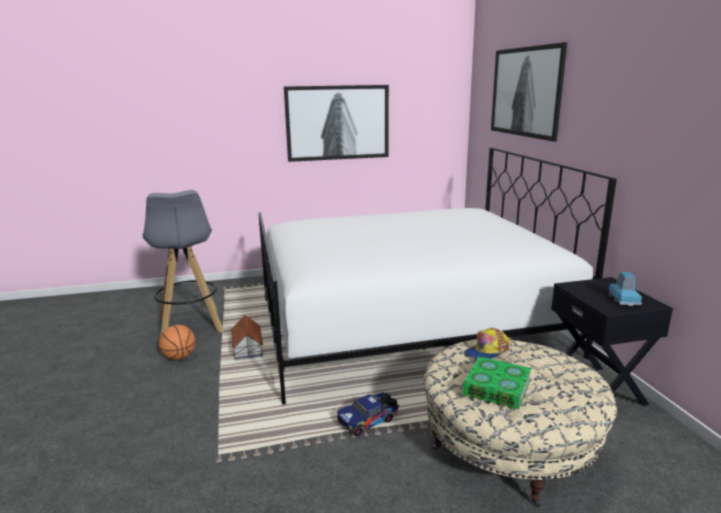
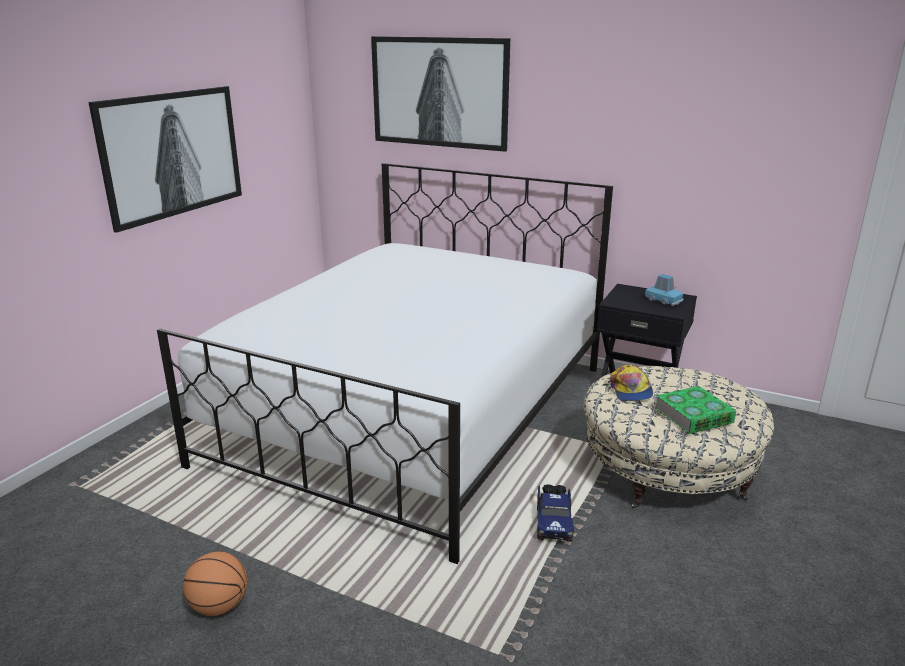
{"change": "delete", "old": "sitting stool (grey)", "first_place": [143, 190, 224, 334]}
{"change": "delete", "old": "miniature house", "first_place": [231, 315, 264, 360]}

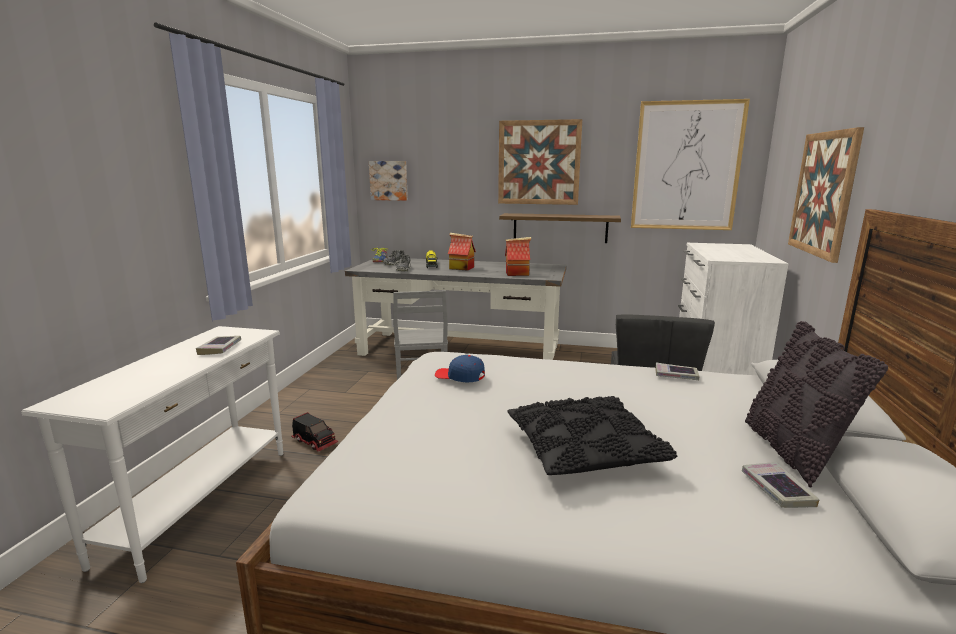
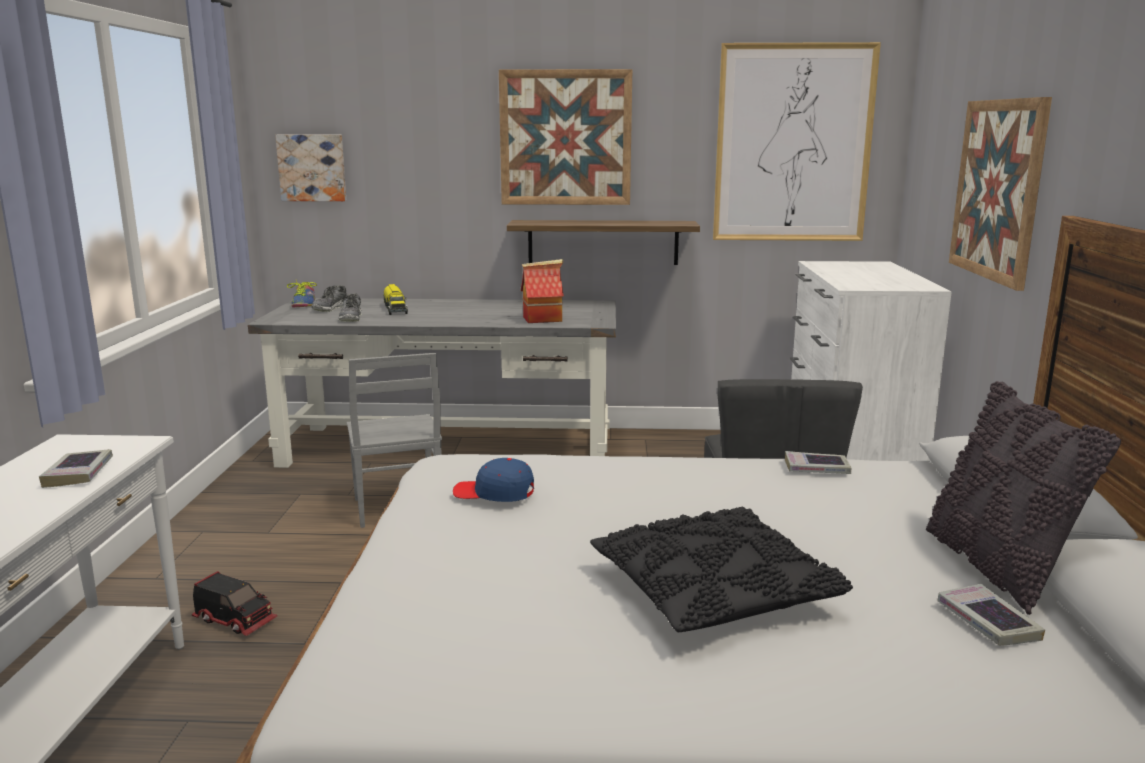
{"change": "delete", "old": "miniature house", "first_place": [448, 233, 476, 271]}

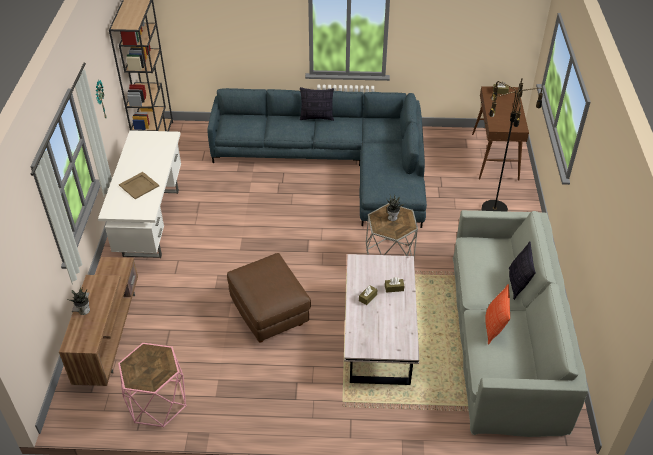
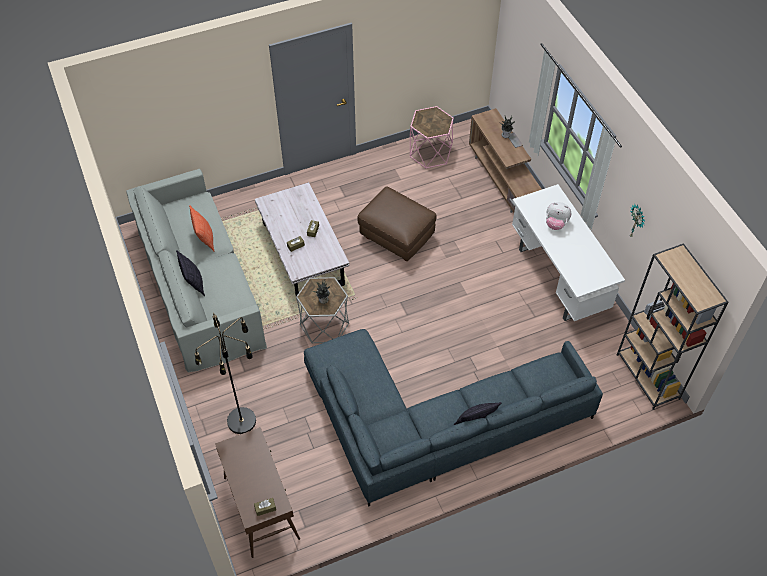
{"change": "replace", "old": "carrying tray (beige-coloured)", "new": "soft toy", "first_place": [119, 172, 159, 199], "second_place": [546, 202, 571, 230]}

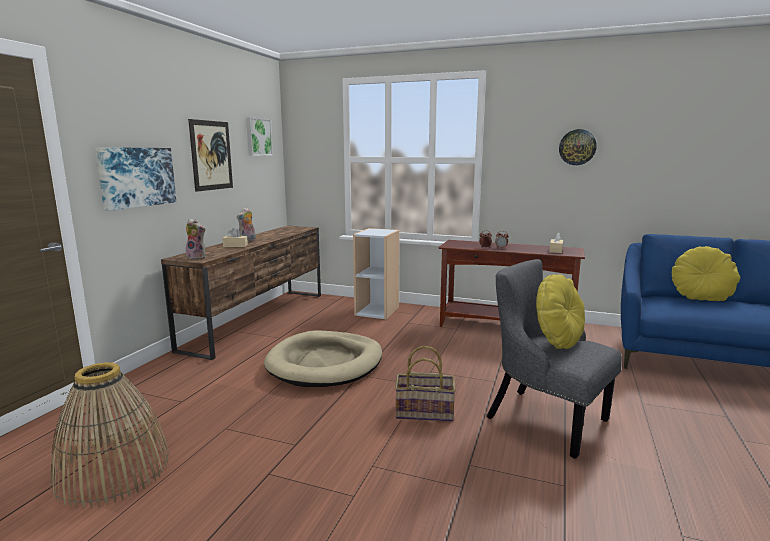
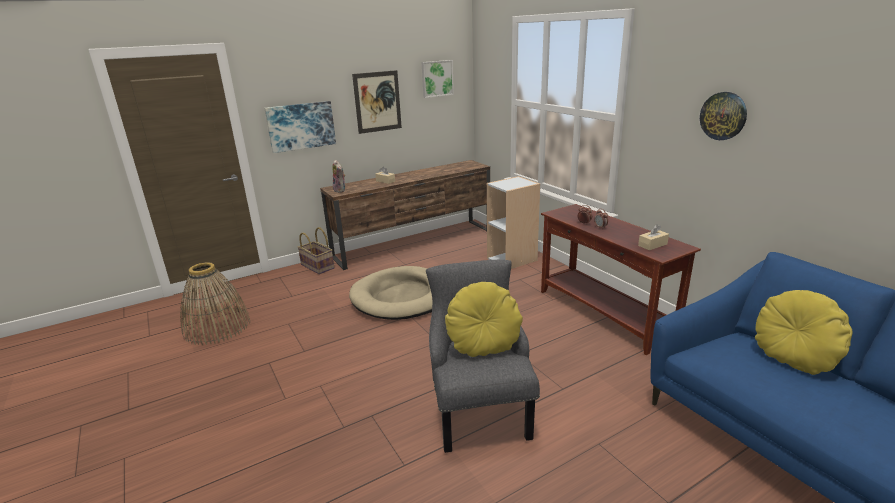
{"change": "delete", "old": "soft toy", "first_place": [237, 207, 256, 242]}
{"change": "move", "old": "storage basket", "first_place": [395, 346, 456, 422], "second_place": [297, 227, 334, 274]}

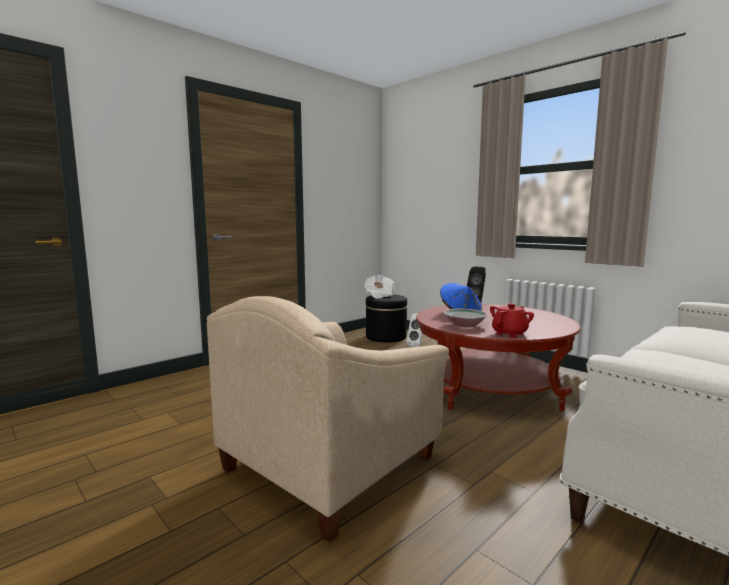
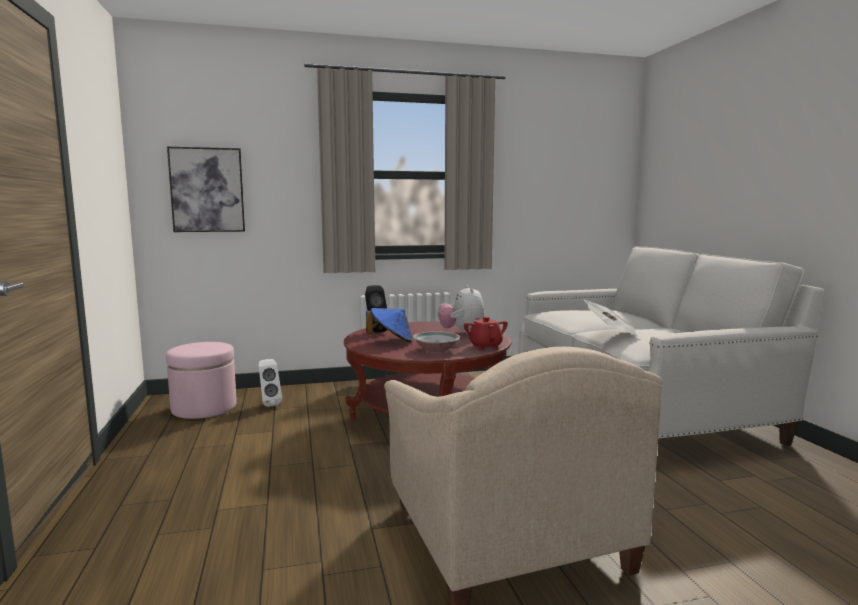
{"change": "move", "old": "daily paper", "first_place": [364, 275, 395, 298], "second_place": [584, 300, 639, 337]}
{"change": "recolor", "old": "pouffe (black)", "new": "pouffe (pink-coloured)", "first_place": [366, 294, 407, 343], "second_place": [166, 342, 237, 419]}
{"change": "insert", "new": "wall art", "second_place": [167, 147, 245, 232]}
{"change": "insert", "new": "soft toy", "second_place": [438, 285, 485, 334]}

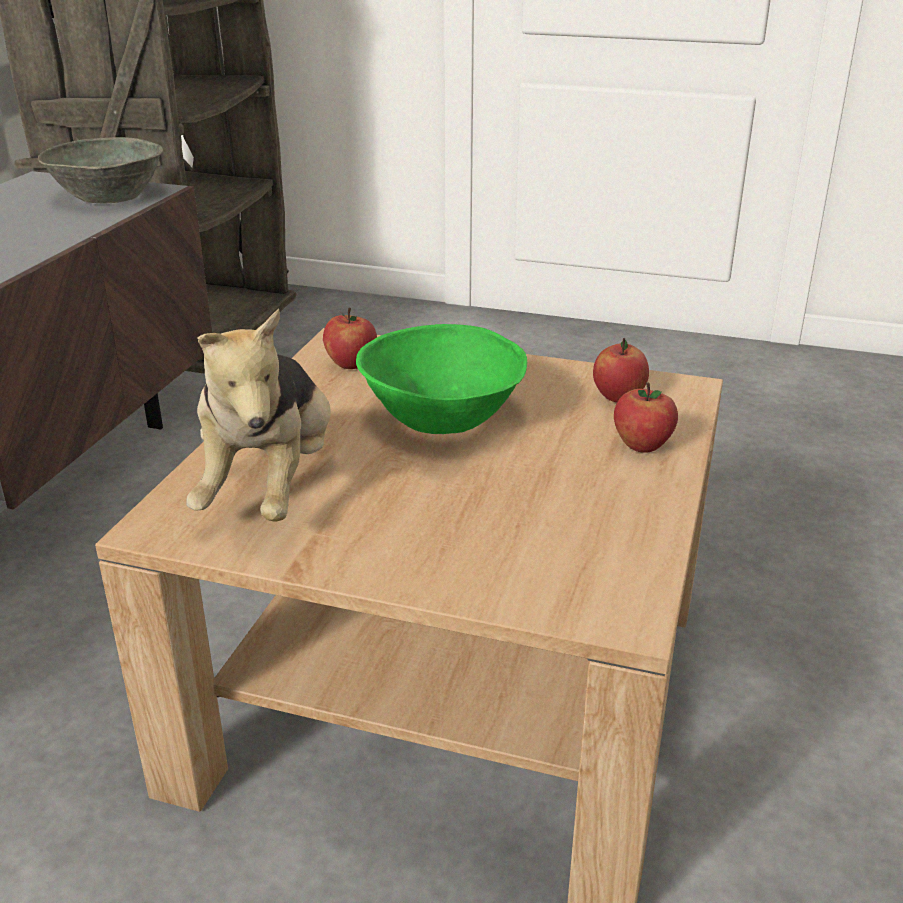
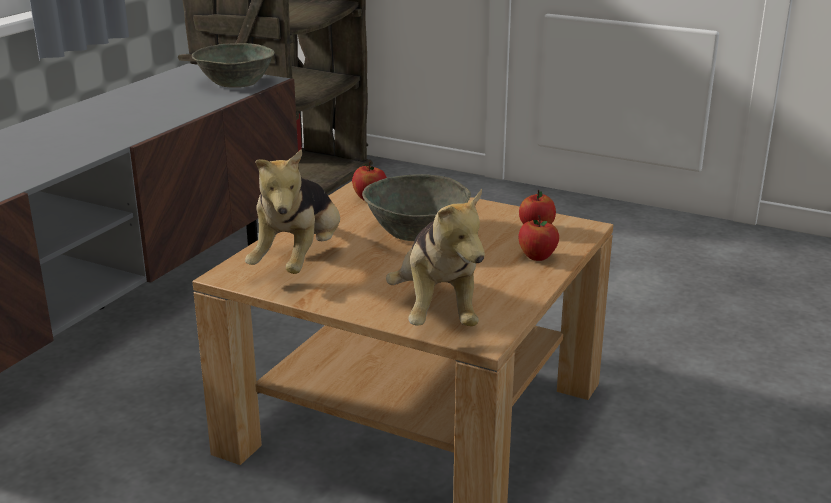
{"change": "recolor", "old": "deep dish (greenish)", "new": "deep dish (grey)", "first_place": [356, 324, 527, 434], "second_place": [362, 174, 471, 241]}
{"change": "insert", "new": "soft toy", "second_place": [386, 189, 485, 326]}

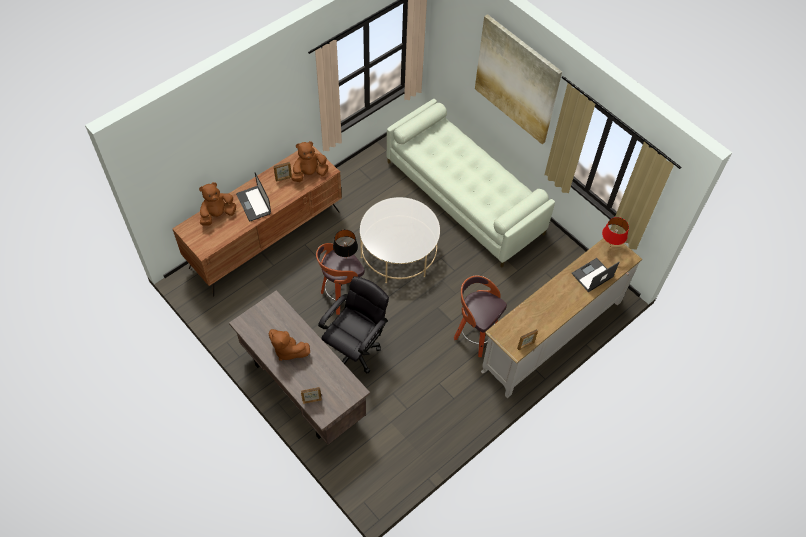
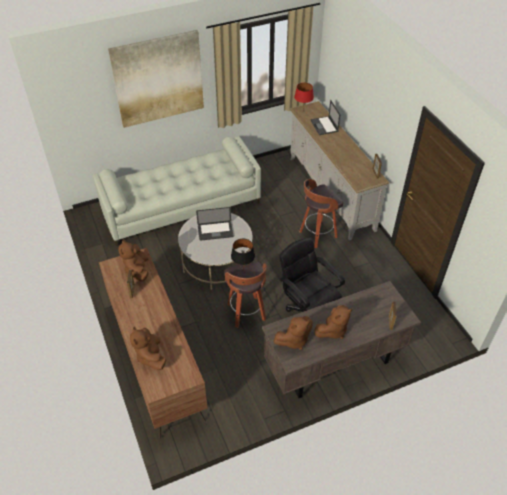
{"change": "move", "old": "notebook computer", "first_place": [236, 173, 271, 221], "second_place": [196, 207, 233, 241]}
{"change": "insert", "new": "soft toy (brown-coloured)", "second_place": [274, 316, 313, 350]}

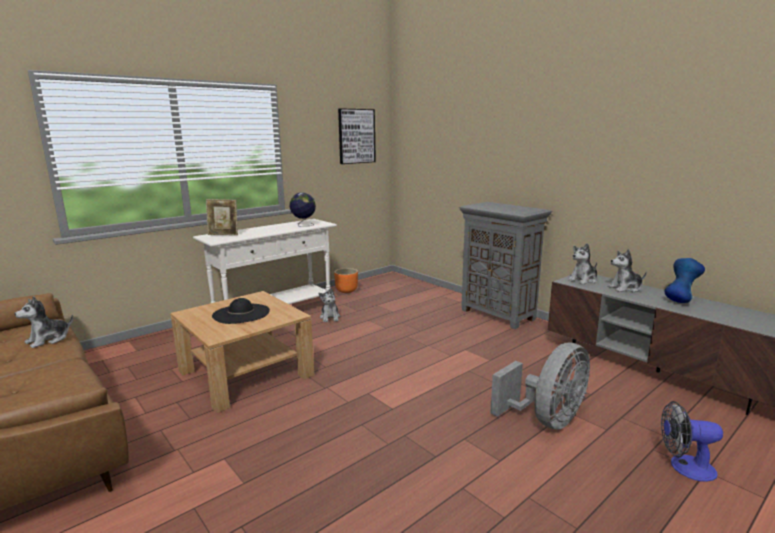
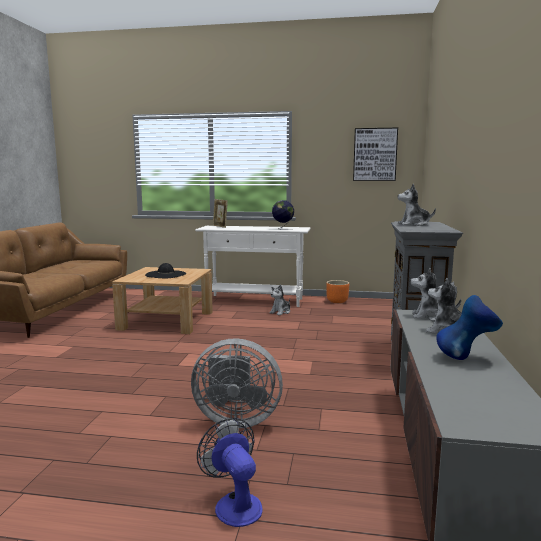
{"change": "move", "old": "soft toy", "first_place": [14, 296, 73, 348], "second_place": [398, 184, 436, 226]}

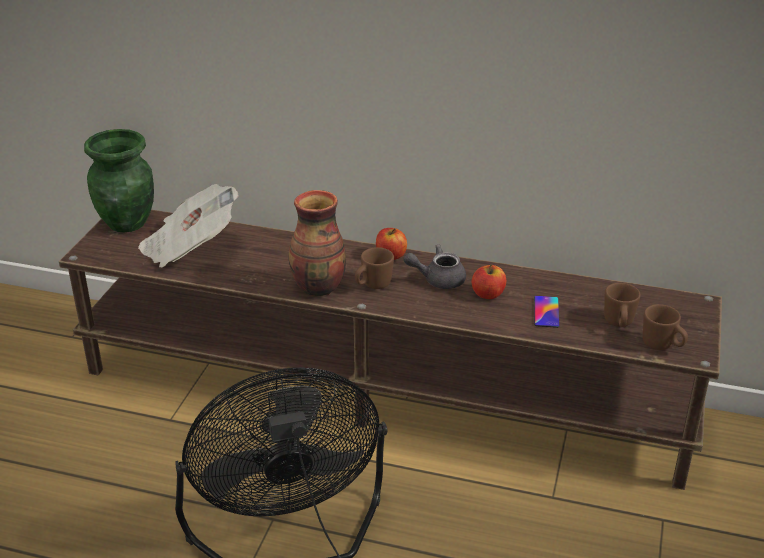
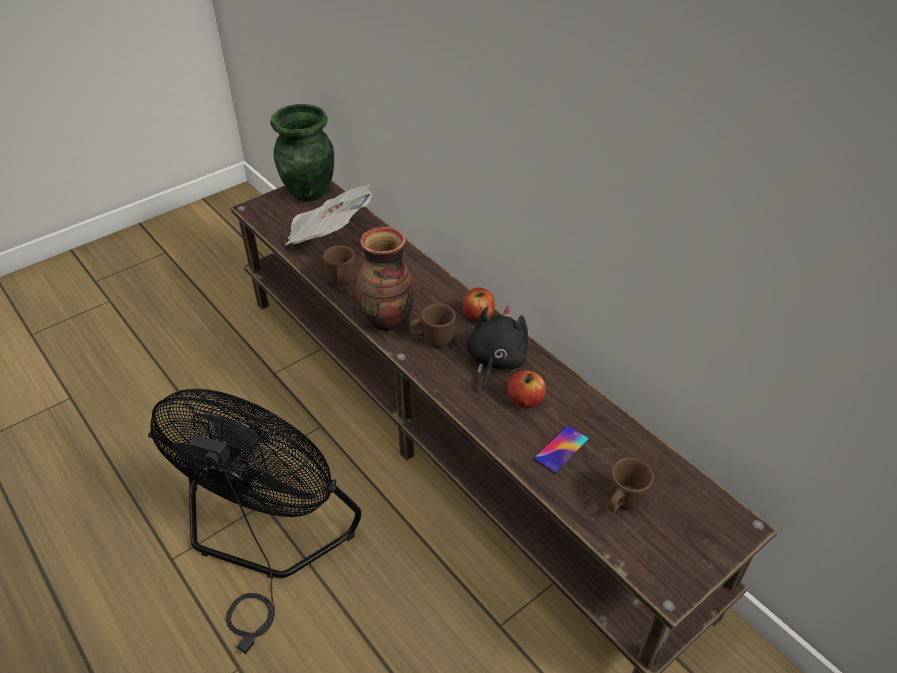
{"change": "replace", "old": "teapot (grey)", "new": "soft toy (black)", "first_place": [404, 245, 466, 289], "second_place": [466, 306, 528, 392]}
{"change": "move", "old": "mug (brown-coloured)", "first_place": [643, 304, 688, 350], "second_place": [323, 245, 355, 287]}

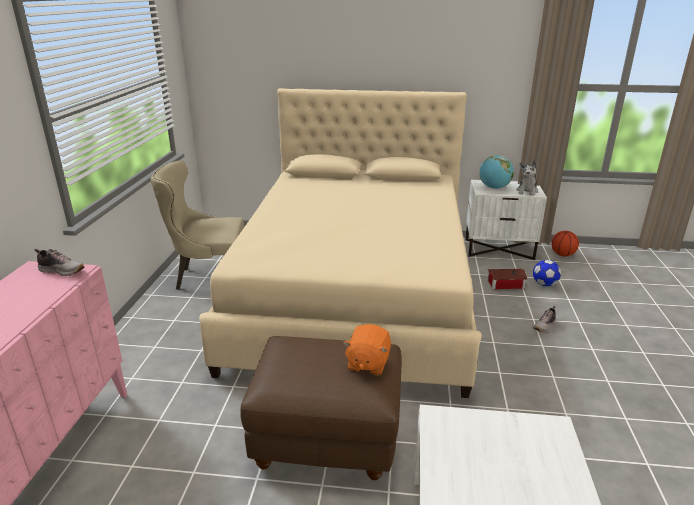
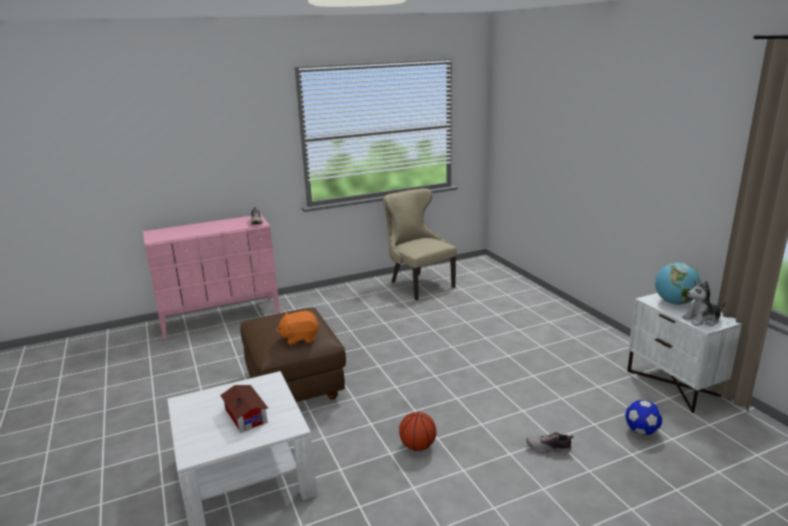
{"change": "delete", "old": "bedroom bed (beige-coloured)", "first_place": [199, 88, 482, 398]}
{"change": "move", "old": "miniature house", "first_place": [487, 269, 528, 289], "second_place": [220, 385, 268, 433]}
{"change": "move", "old": "basketball ball", "first_place": [551, 231, 579, 257], "second_place": [399, 412, 436, 451]}

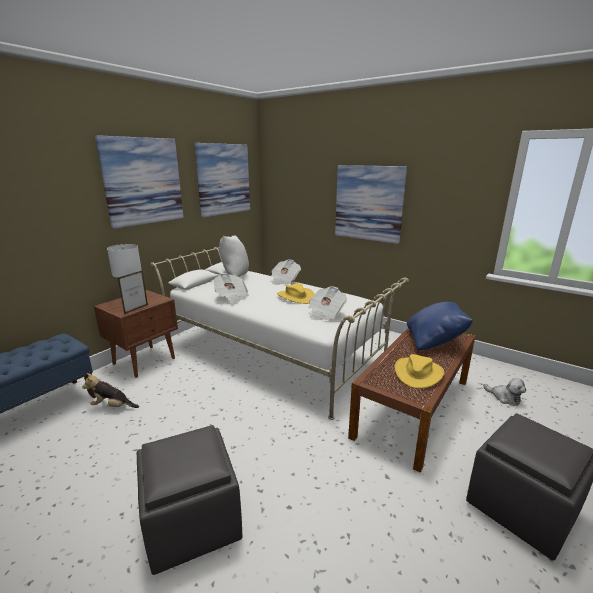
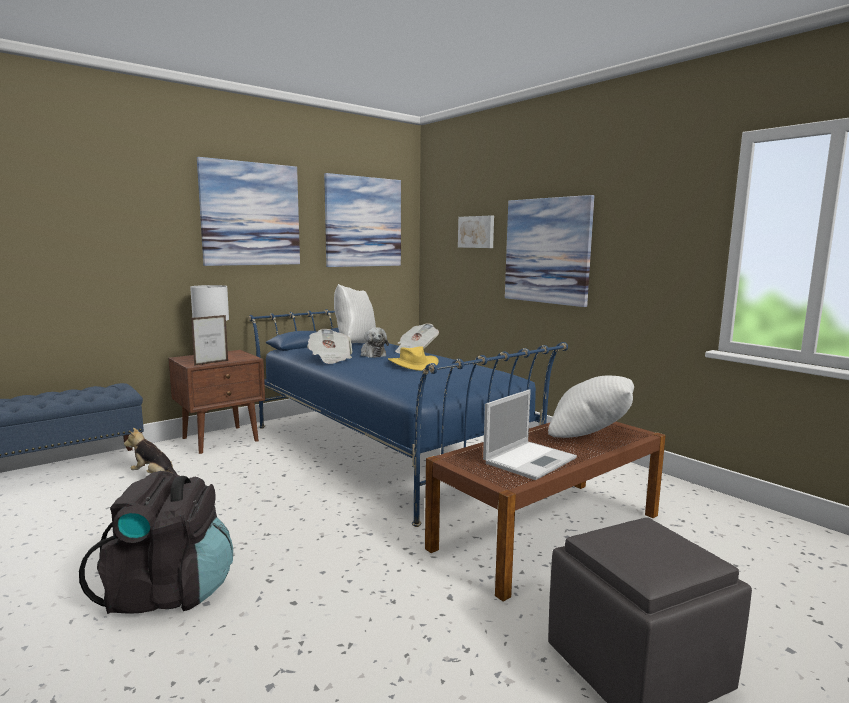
{"change": "replace", "old": "pouffe (grey)", "new": "backpack (black)", "first_place": [137, 425, 242, 575], "second_place": [79, 471, 233, 614]}
{"change": "recolor", "old": "bedroom bed (white)", "new": "bedroom bed (blue)", "first_place": [151, 247, 409, 420], "second_place": [249, 309, 568, 527]}
{"change": "delete", "old": "daily paper", "first_place": [308, 286, 347, 320]}
{"change": "replace", "old": "clothing hat (yellow-coloured)", "new": "notebook computer", "first_place": [395, 354, 444, 388], "second_place": [483, 389, 577, 480]}
{"change": "recolor", "old": "cushion (blue)", "new": "cushion (white)", "first_place": [407, 302, 473, 350], "second_place": [548, 375, 634, 438]}
{"change": "move", "old": "soft toy", "first_place": [484, 378, 526, 406], "second_place": [361, 327, 389, 358]}
{"change": "insert", "new": "wall art", "second_place": [458, 216, 494, 248]}

